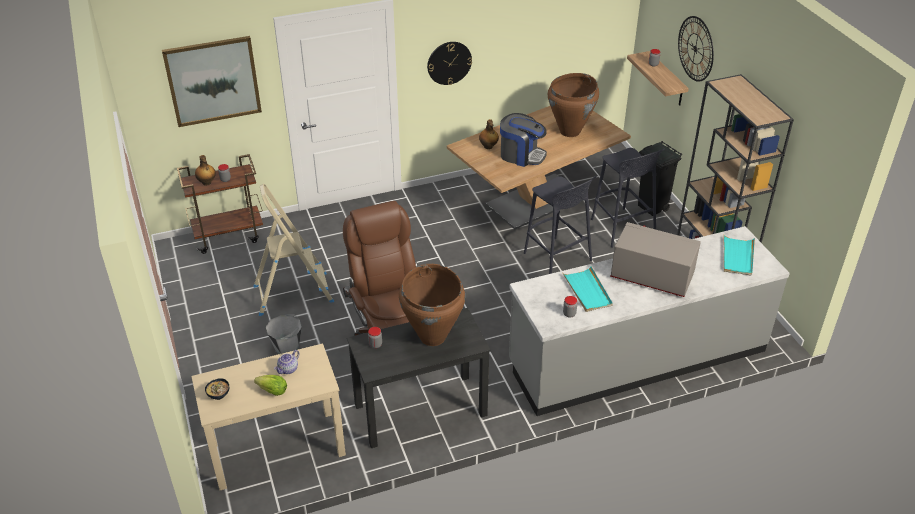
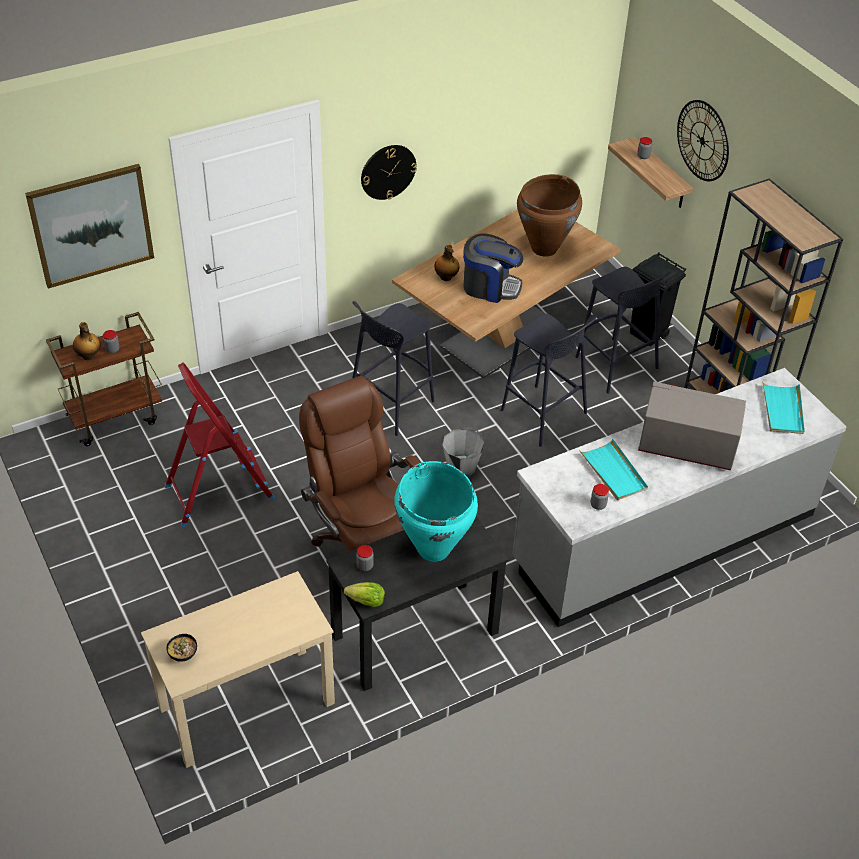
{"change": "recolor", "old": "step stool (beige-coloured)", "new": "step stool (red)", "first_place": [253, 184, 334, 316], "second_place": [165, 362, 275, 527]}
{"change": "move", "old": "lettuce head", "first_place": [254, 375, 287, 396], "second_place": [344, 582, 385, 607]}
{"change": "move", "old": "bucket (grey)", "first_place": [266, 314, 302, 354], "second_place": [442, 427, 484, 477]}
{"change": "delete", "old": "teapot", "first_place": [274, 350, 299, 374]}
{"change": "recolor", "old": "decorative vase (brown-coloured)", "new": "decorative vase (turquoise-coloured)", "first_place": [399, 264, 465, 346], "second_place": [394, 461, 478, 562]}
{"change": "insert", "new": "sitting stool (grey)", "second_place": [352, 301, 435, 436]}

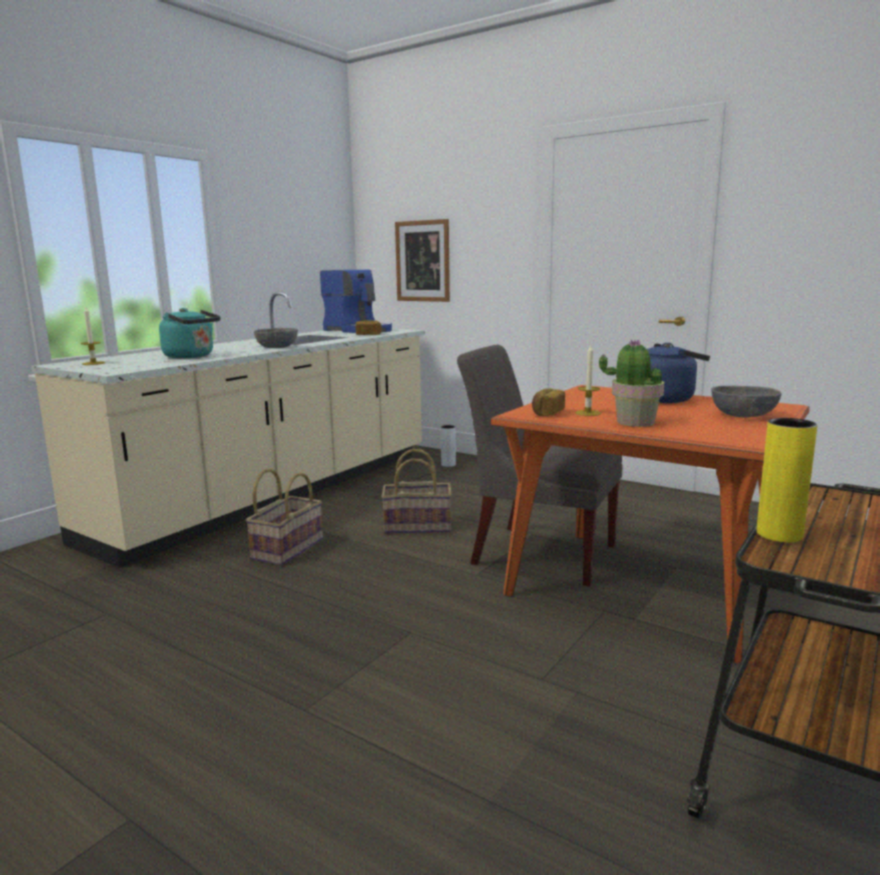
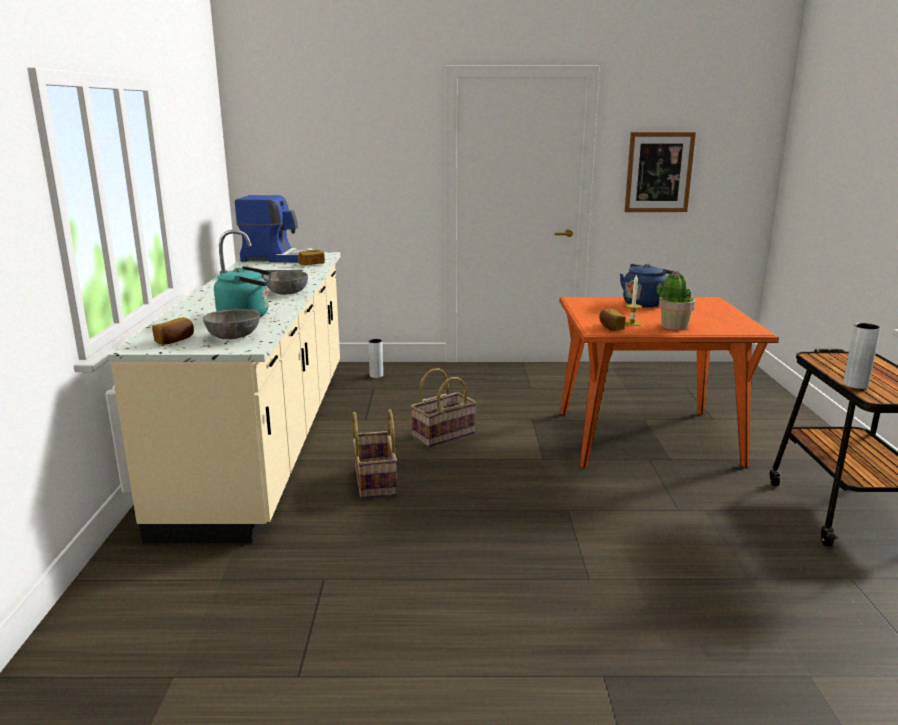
{"change": "replace", "old": "wax light", "new": "bread", "first_place": [81, 307, 105, 365], "second_place": [152, 317, 194, 345]}
{"change": "move", "old": "wall art", "first_place": [395, 219, 450, 302], "second_place": [625, 132, 696, 212]}
{"change": "delete", "old": "plain chair (grey)", "first_place": [457, 345, 623, 587]}
{"change": "move", "old": "deep dish (grey)", "first_place": [712, 386, 782, 417], "second_place": [203, 309, 260, 340]}
{"change": "recolor", "old": "decorative vase (yellow-coloured)", "new": "decorative vase (grey)", "first_place": [757, 418, 817, 542], "second_place": [843, 323, 881, 389]}

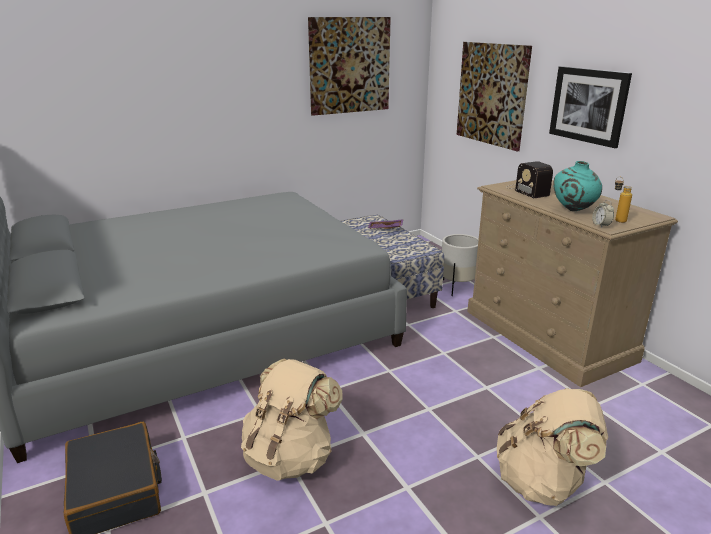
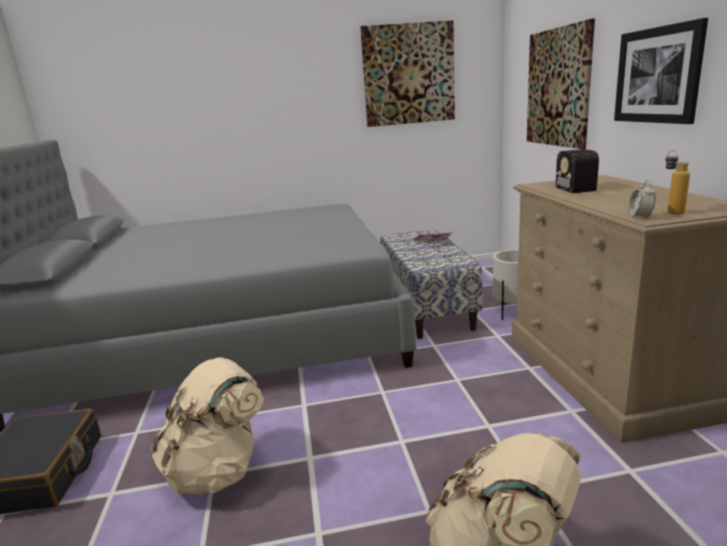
{"change": "delete", "old": "decorative vase (turquoise-coloured)", "first_place": [553, 161, 602, 211]}

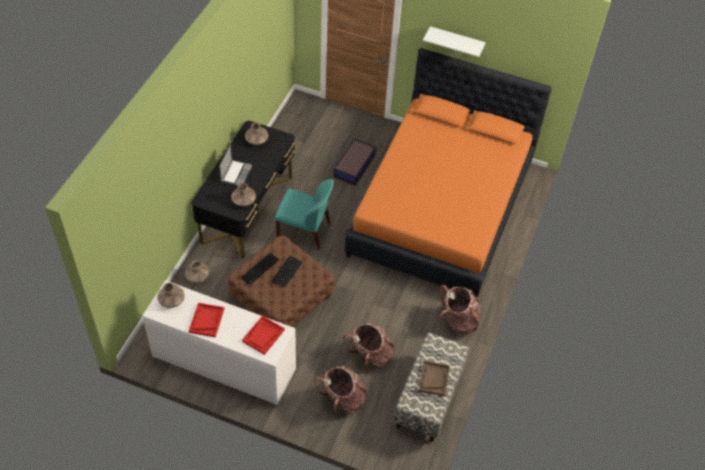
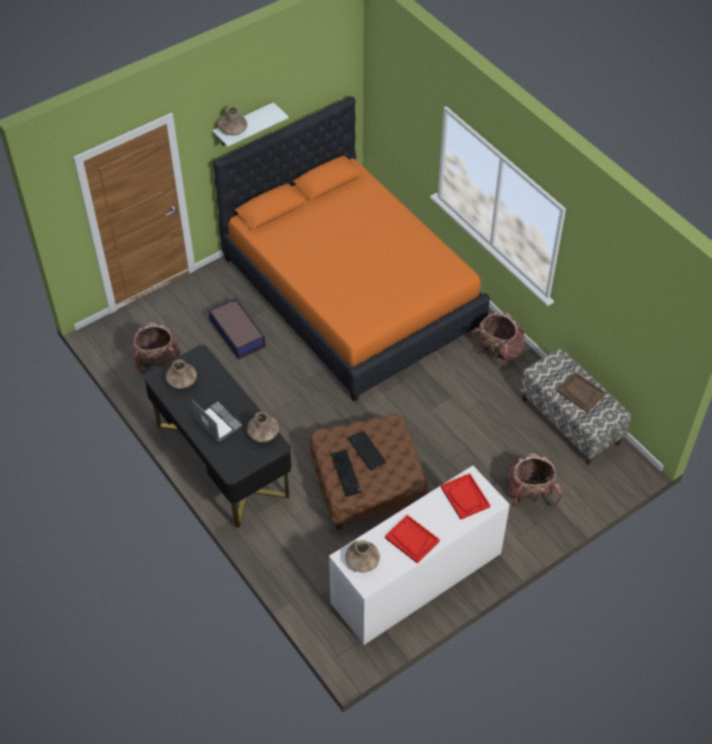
{"change": "move", "old": "decorative vase (brown-coloured)", "first_place": [185, 260, 209, 283], "second_place": [218, 107, 247, 135]}
{"change": "delete", "old": "plain chair (turquoise-coloured)", "first_place": [275, 179, 334, 250]}
{"change": "move", "old": "backpack", "first_place": [343, 322, 394, 375], "second_place": [133, 322, 180, 373]}

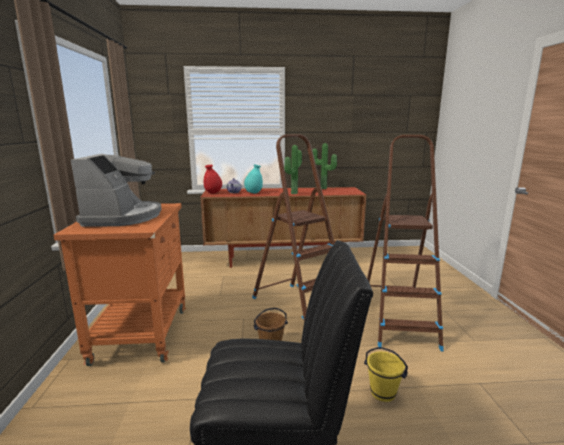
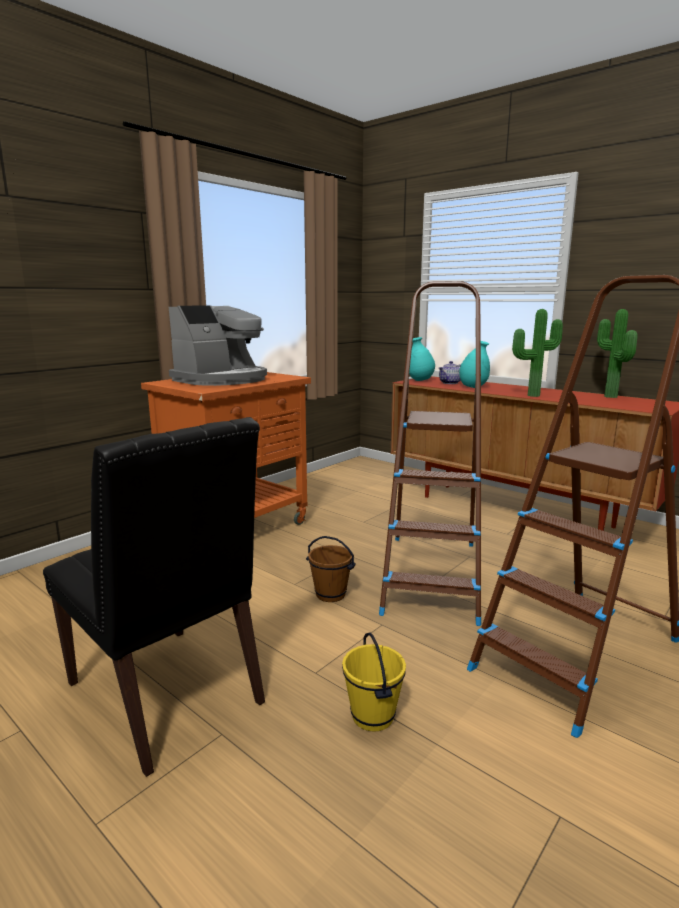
{"change": "recolor", "old": "decorative vase (red)", "new": "decorative vase (turquoise-coloured)", "first_place": [204, 165, 222, 194], "second_place": [409, 337, 435, 381]}

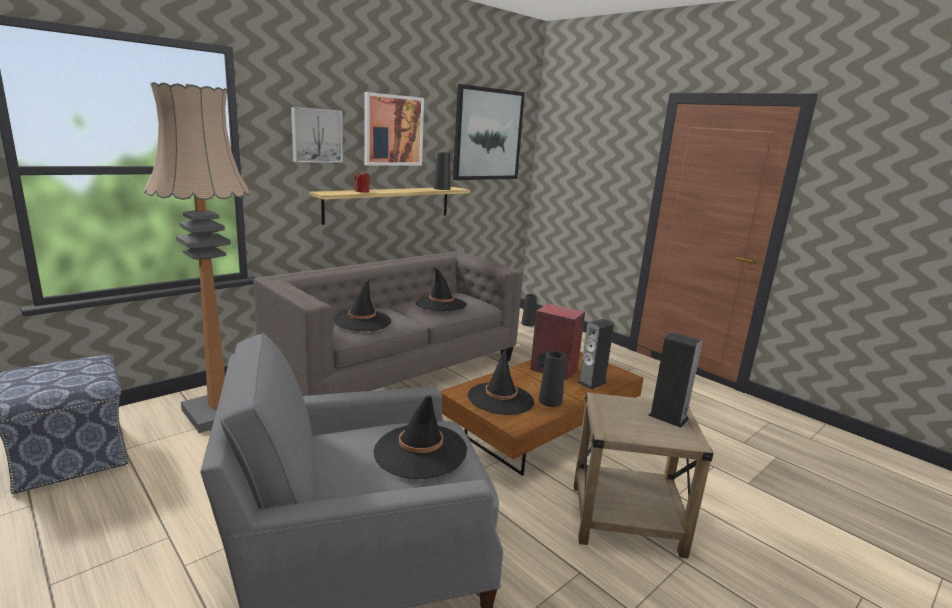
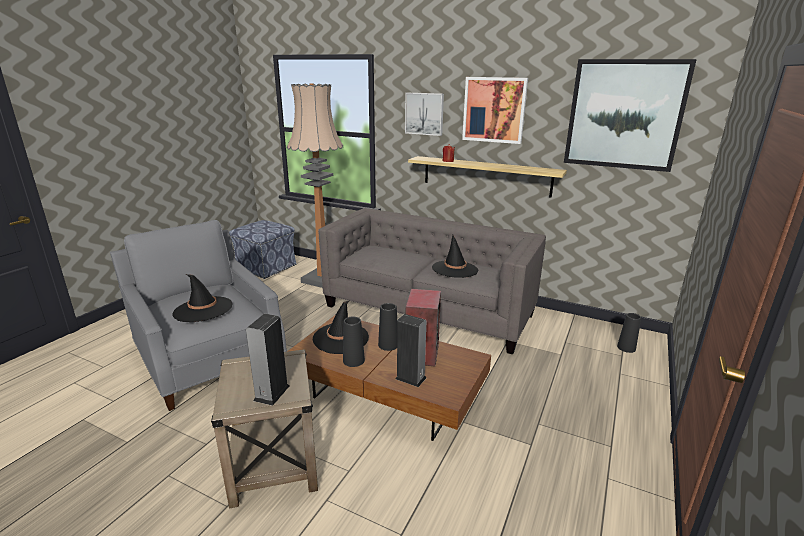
{"change": "delete", "old": "clothing hat (black)", "first_place": [334, 278, 391, 331]}
{"change": "move", "old": "decorative vase (black)", "first_place": [434, 152, 450, 190], "second_place": [378, 303, 397, 351]}

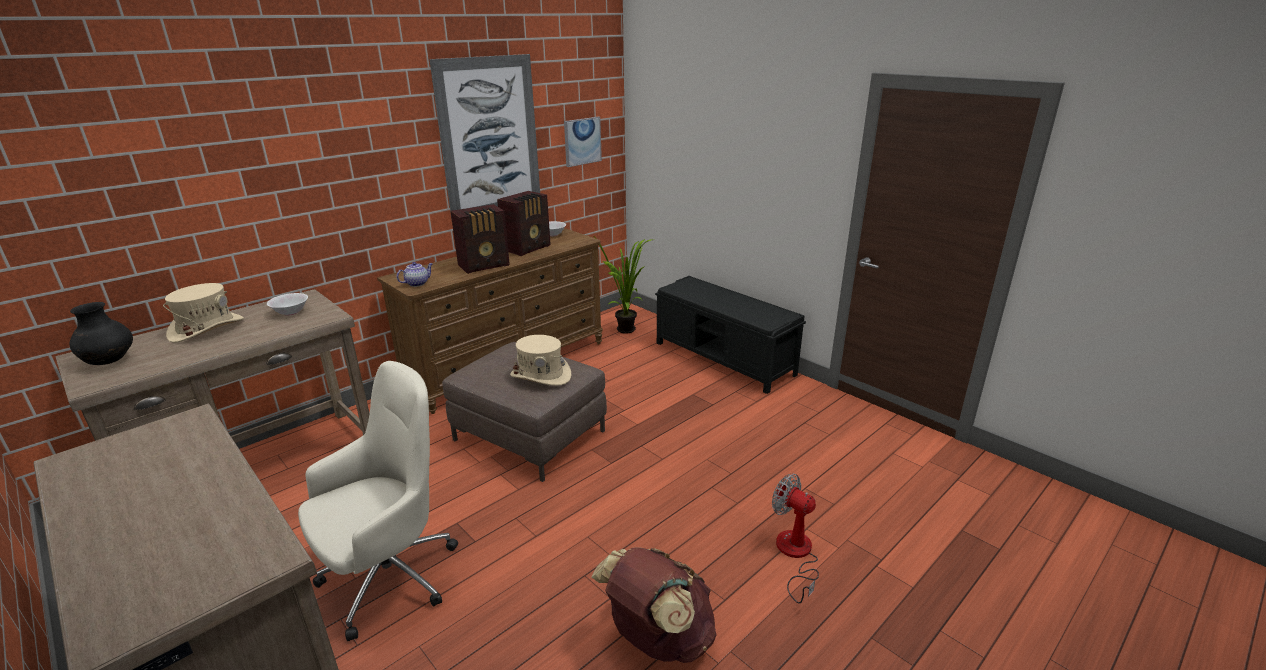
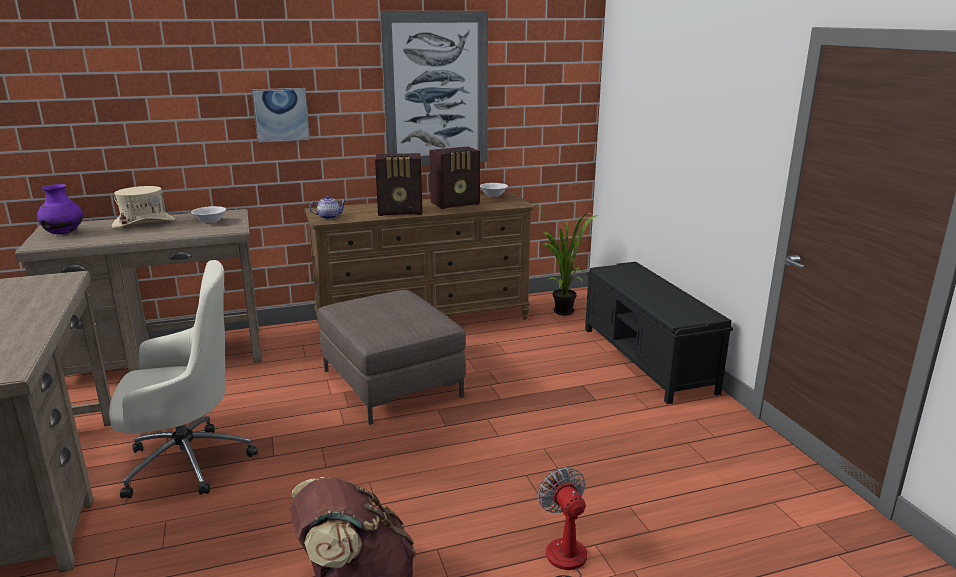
{"change": "recolor", "old": "decorative vase (black)", "new": "decorative vase (purplish)", "first_place": [69, 302, 133, 365], "second_place": [37, 184, 83, 234]}
{"change": "delete", "old": "clothing hat (beige-coloured)", "first_place": [510, 335, 571, 386]}
{"change": "move", "old": "wall art", "first_place": [564, 117, 602, 167], "second_place": [252, 88, 310, 143]}

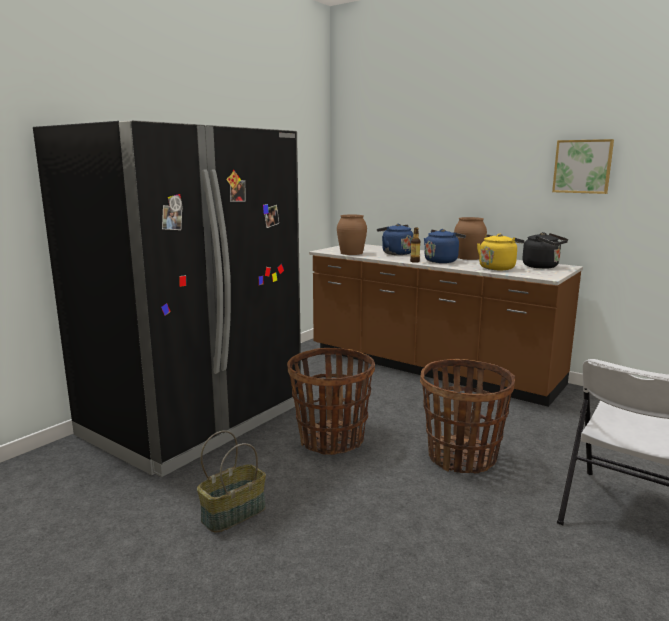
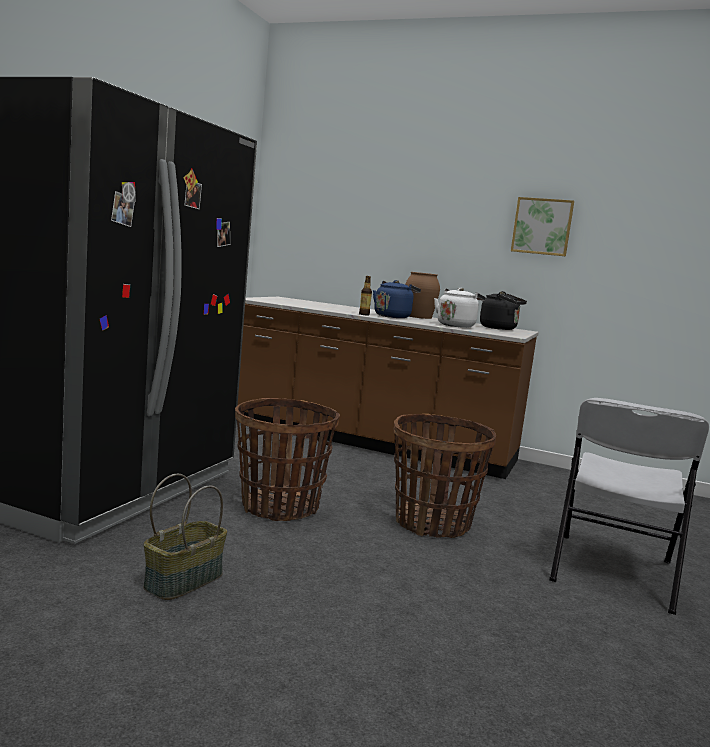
{"change": "delete", "old": "decorative vase (brown-coloured)", "first_place": [337, 215, 367, 255]}
{"change": "delete", "old": "tea kettle (blue)", "first_place": [377, 224, 413, 255]}
{"change": "recolor", "old": "tea kettle (yellow-coloured)", "new": "tea kettle (white)", "first_place": [477, 234, 525, 270], "second_place": [434, 288, 486, 328]}

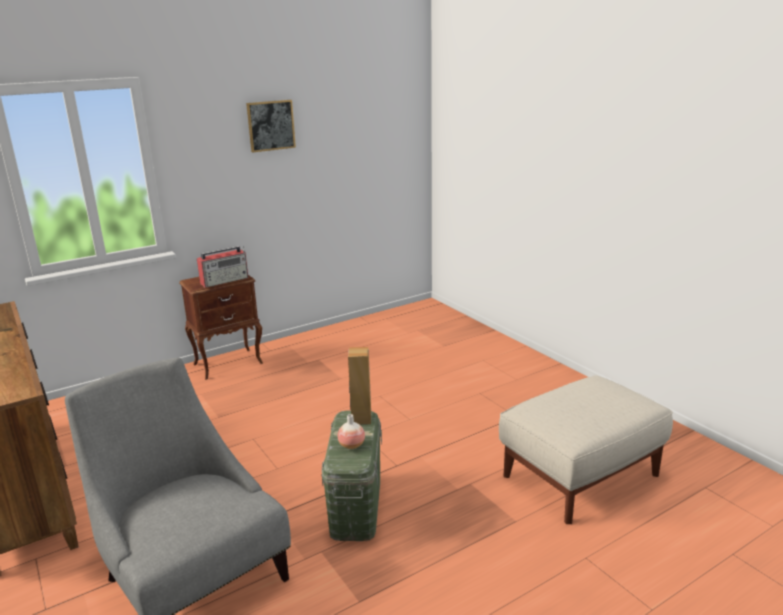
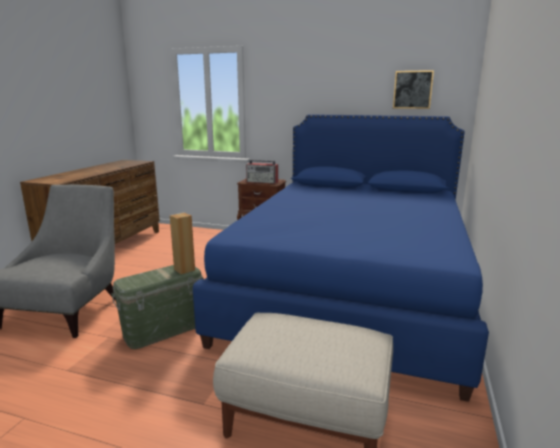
{"change": "move", "old": "wall art", "first_place": [246, 100, 296, 152], "second_place": [393, 70, 434, 109]}
{"change": "delete", "old": "decorative vase", "first_place": [338, 414, 365, 449]}
{"change": "insert", "new": "bedroom bed (blue)", "second_place": [193, 114, 489, 402]}

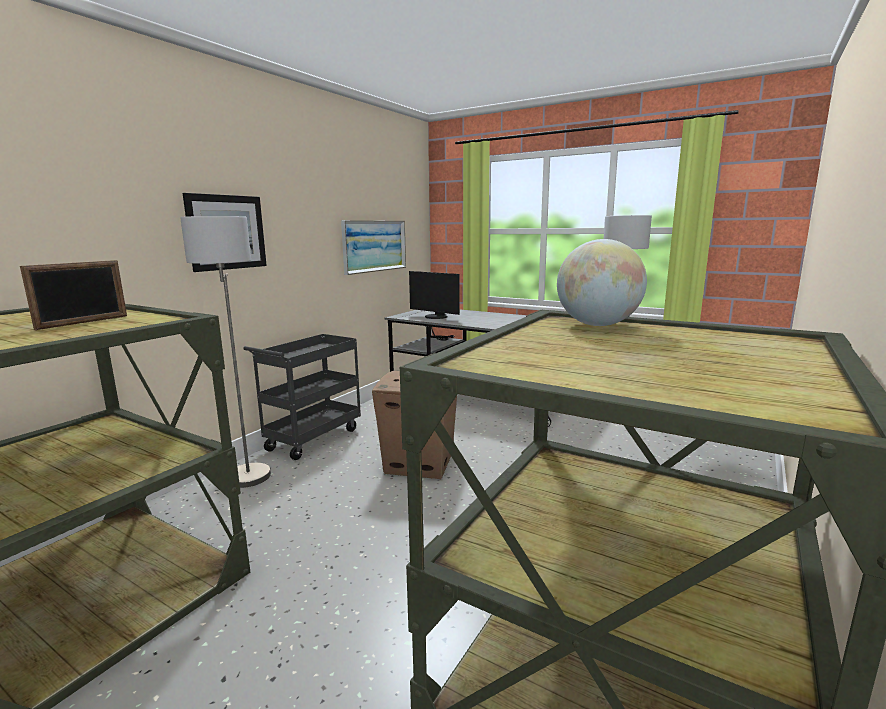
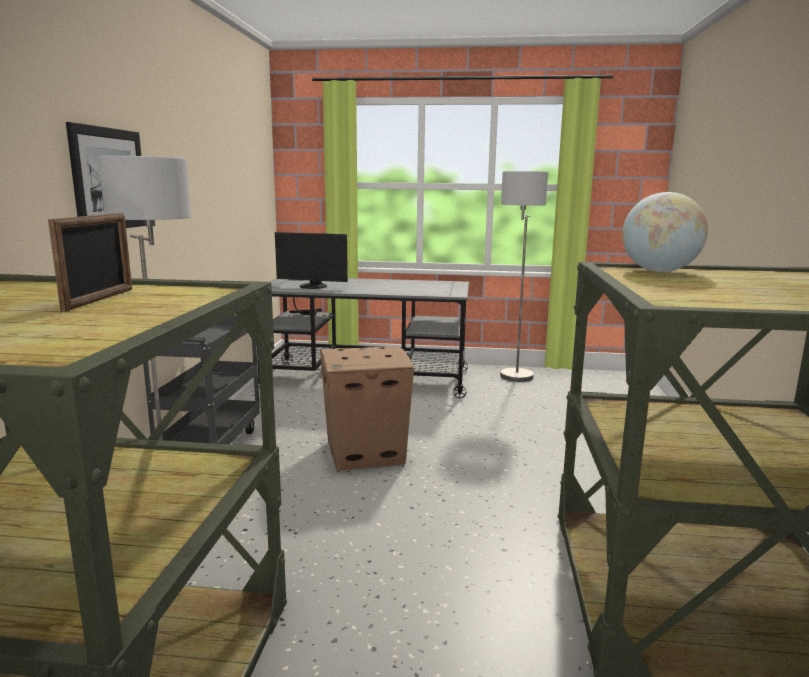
{"change": "delete", "old": "wall art", "first_place": [341, 220, 406, 275]}

